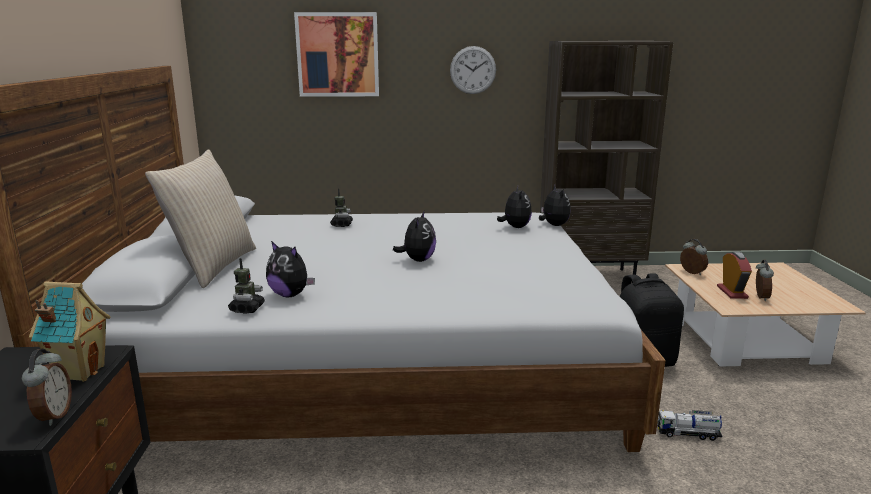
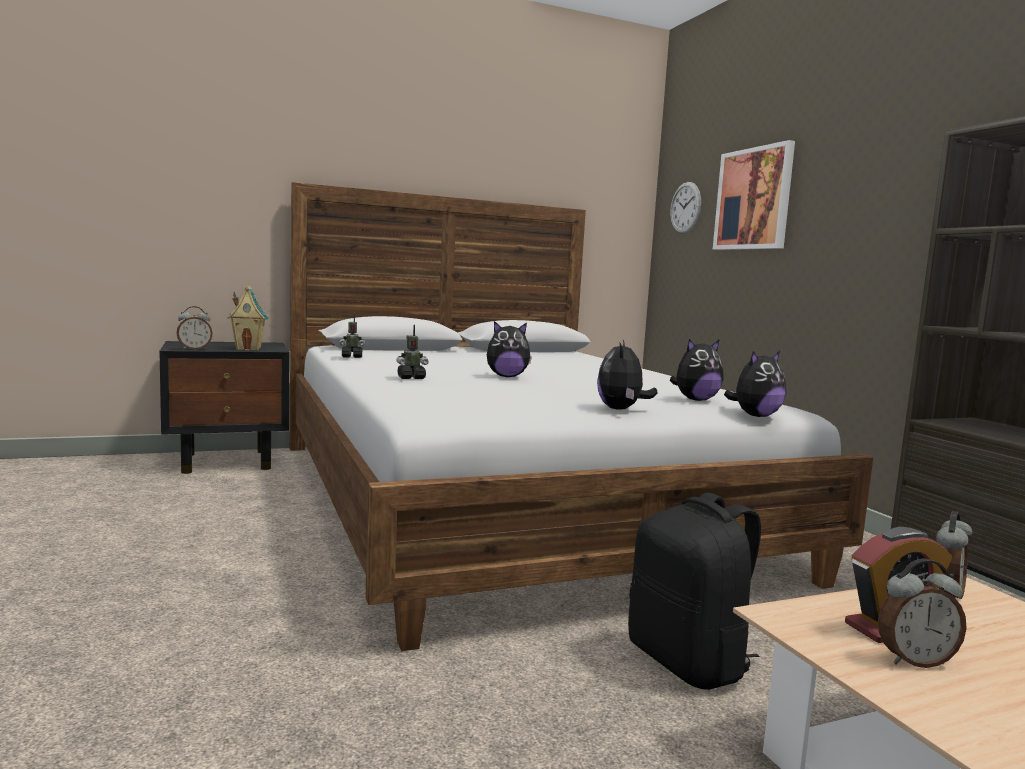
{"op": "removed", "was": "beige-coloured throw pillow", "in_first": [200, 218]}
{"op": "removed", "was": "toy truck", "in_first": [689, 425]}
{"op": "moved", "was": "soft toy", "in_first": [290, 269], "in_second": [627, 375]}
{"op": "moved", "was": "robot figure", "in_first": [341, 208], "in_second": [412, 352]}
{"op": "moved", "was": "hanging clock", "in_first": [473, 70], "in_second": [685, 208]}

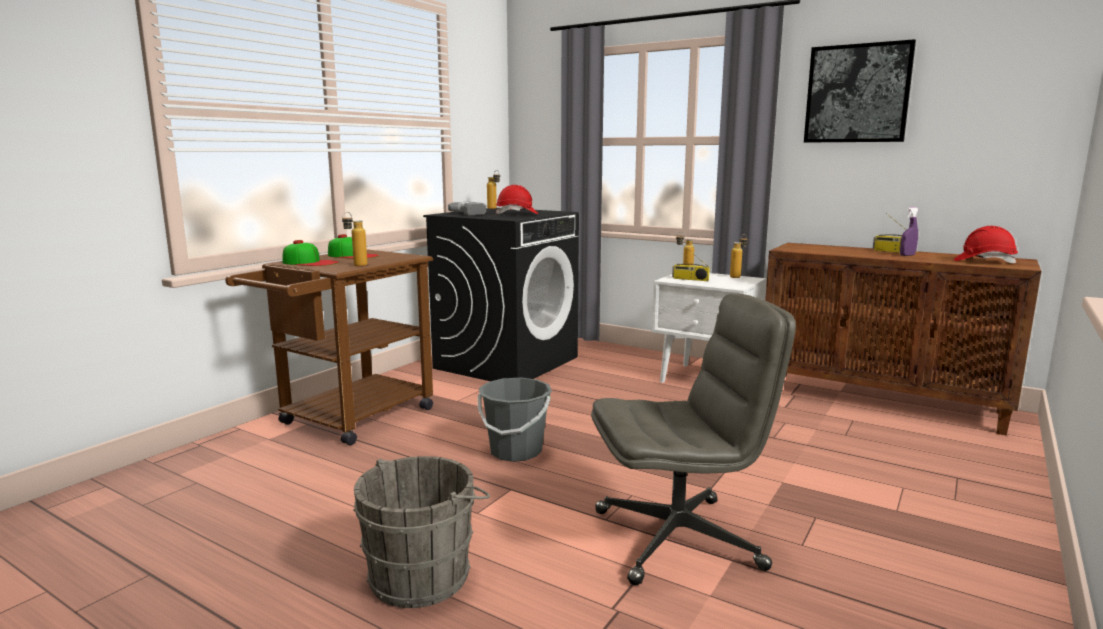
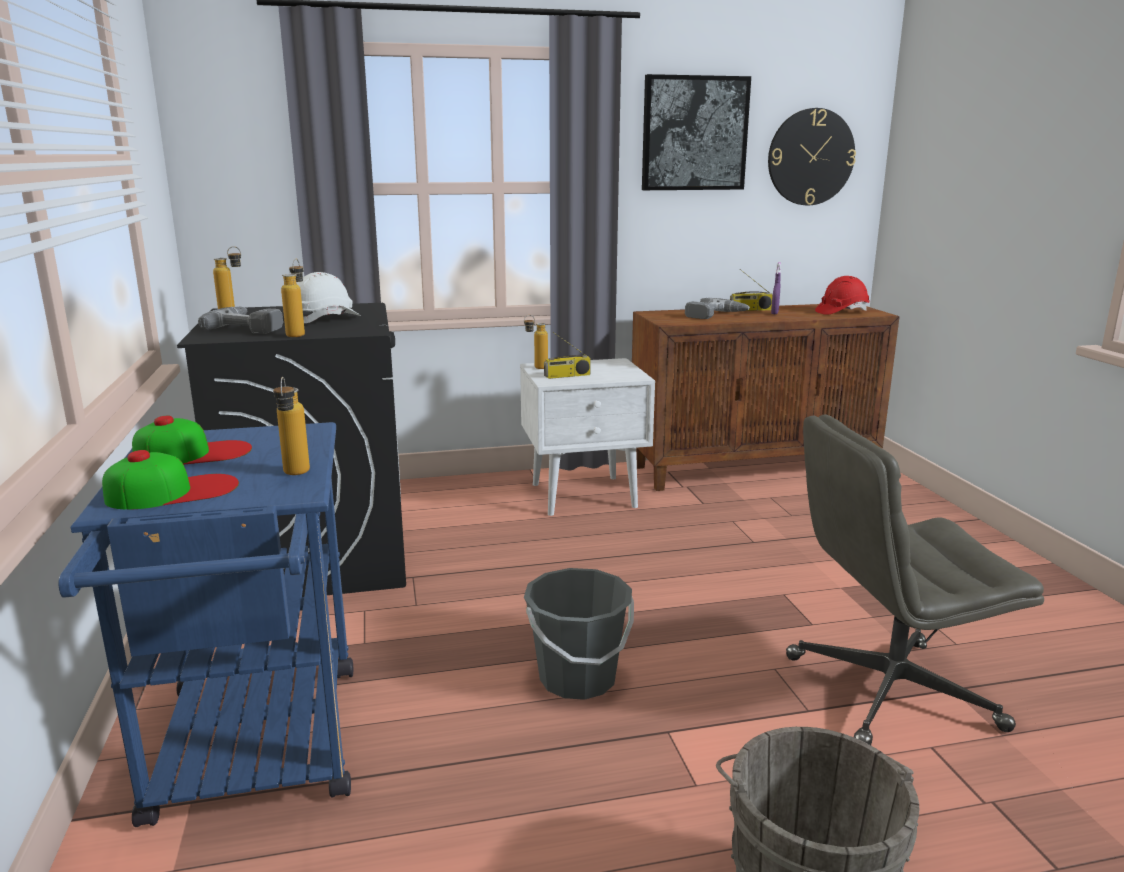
{"op": "added", "now": "electric drill", "in_second": [717, 308]}
{"op": "added", "now": "hanging clock", "in_second": [812, 156]}
{"op": "moved", "was": "beverage bottle", "in_first": [739, 256], "in_second": [293, 298]}
{"op": "recoloured", "was": "brown cart", "now": "blue cart", "in_first": [329, 347], "in_second": [205, 624]}
{"op": "recoloured", "was": "red-coloured safety helmet", "now": "whitish safety helmet", "in_first": [517, 199], "in_second": [329, 297]}
{"op": "turned", "was": "gray computer chair", "in_first": [693, 439], "in_second": [915, 579], "clockwise": -135}

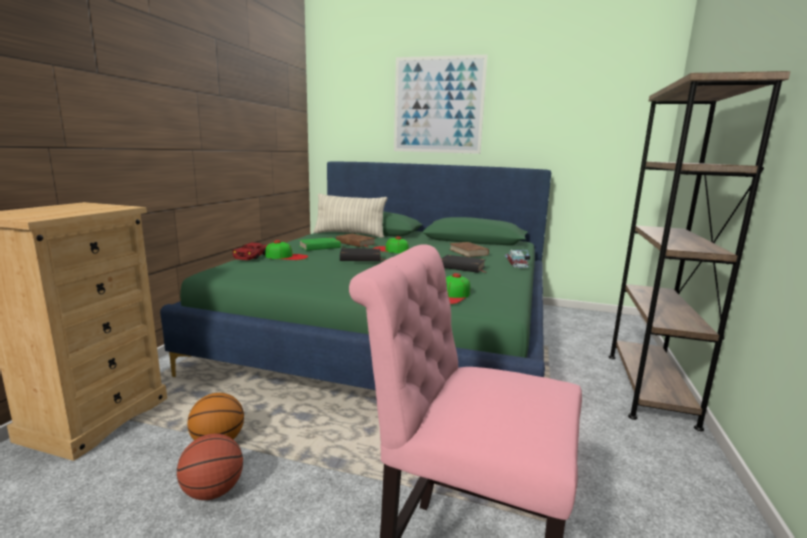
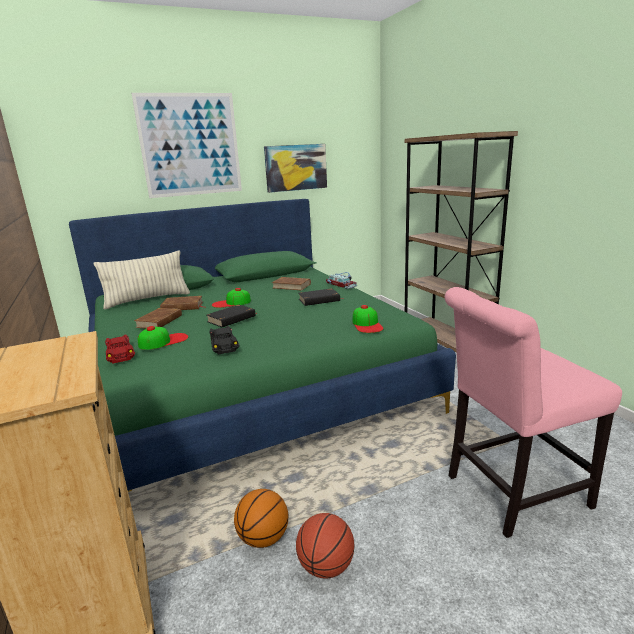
{"op": "added", "now": "black-coloured miniature car", "in_second": [225, 340]}
{"op": "added", "now": "wall art", "in_second": [295, 168]}
{"op": "recoloured", "was": "green book", "now": "brown book", "in_first": [322, 244], "in_second": [158, 318]}

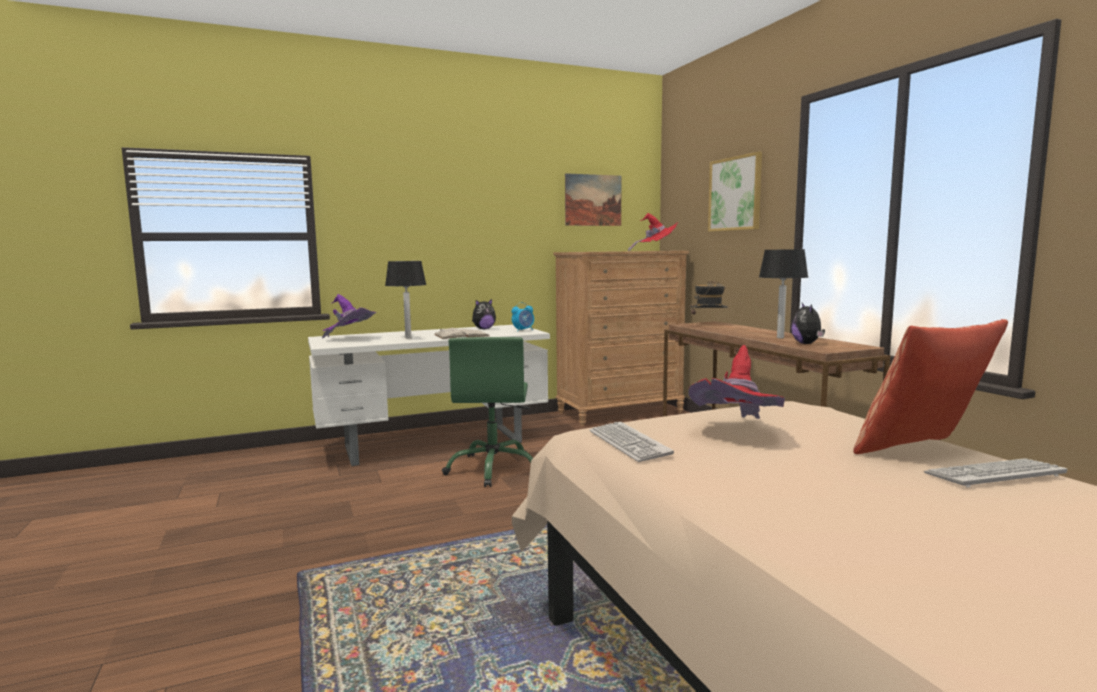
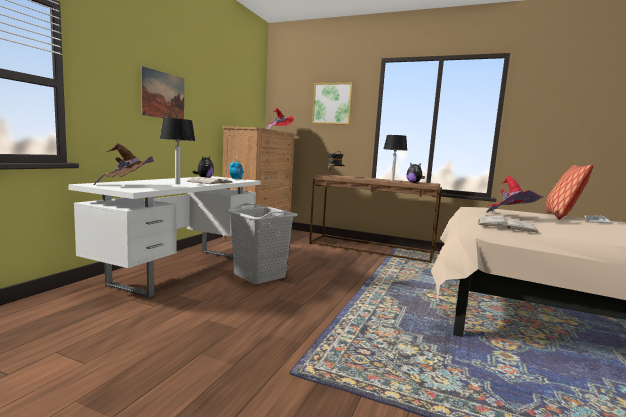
{"op": "moved", "was": "wall art", "in_first": [593, 199], "in_second": [162, 92]}
{"op": "replaced", "was": "green computer chair", "now": "gray washing basket", "in_first": [487, 412], "in_second": [261, 244]}
{"op": "replaced", "was": "PC keyboard", "now": "whitish book", "in_first": [632, 442], "in_second": [508, 223]}
{"op": "recoloured", "was": "purple hat", "now": "brown hat", "in_first": [349, 316], "in_second": [123, 164]}

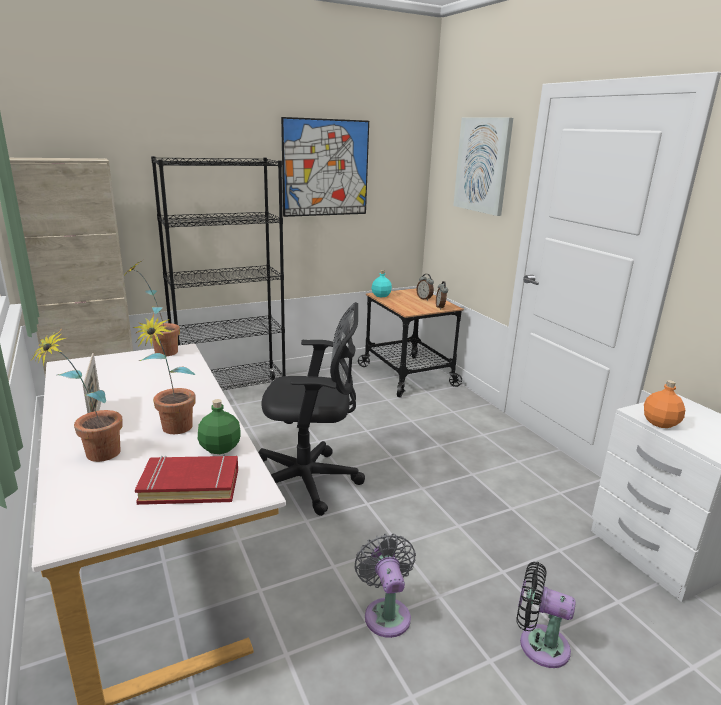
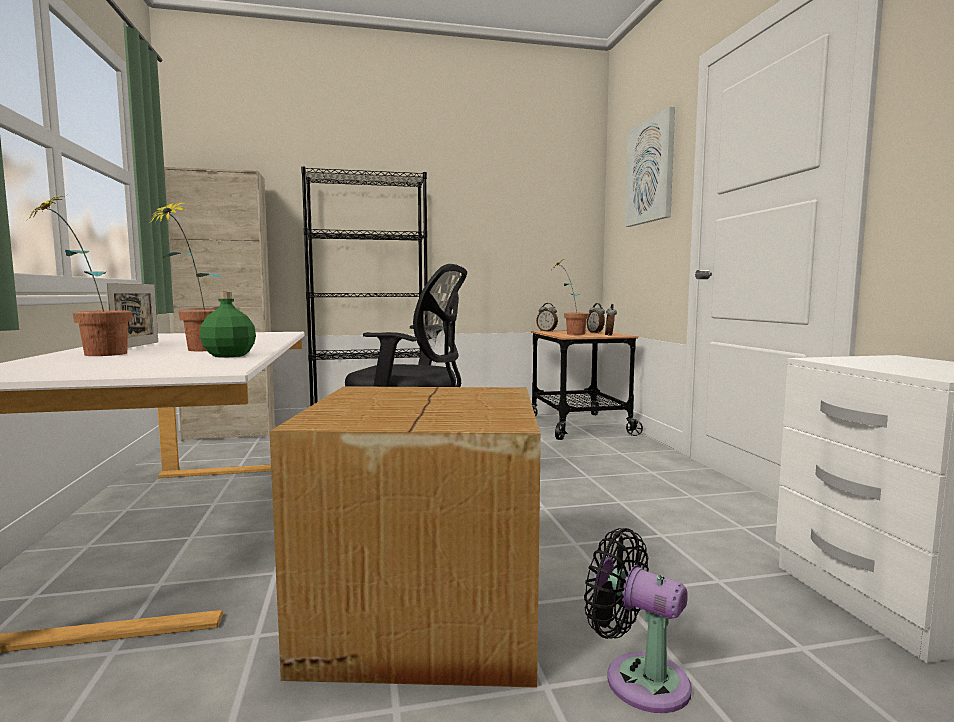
{"op": "removed", "was": "red-coloured book", "in_first": [186, 479]}
{"op": "removed", "was": "wall art", "in_first": [325, 167]}
{"op": "removed", "was": "orange-coloured beverage bottle", "in_first": [664, 404]}
{"op": "moved", "was": "houseplant", "in_first": [152, 308], "in_second": [570, 296]}
{"op": "replaced", "was": "gray fan", "now": "cardboard box", "in_first": [385, 585], "in_second": [405, 537]}
{"op": "replaced", "was": "turquoise beverage bottle", "now": "alarm clock", "in_first": [382, 283], "in_second": [547, 317]}

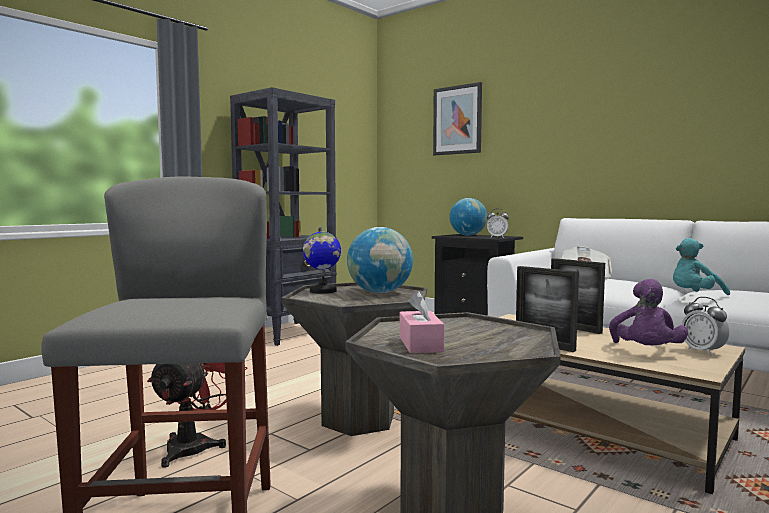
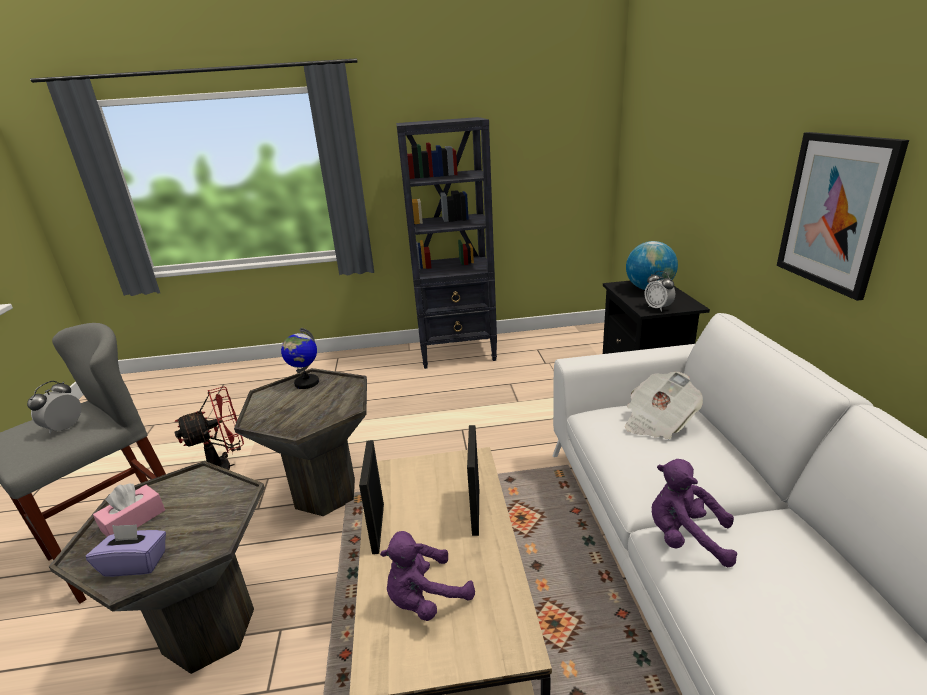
{"op": "removed", "was": "desk globe", "in_first": [380, 260]}
{"op": "added", "now": "purple tissue holder", "in_second": [126, 550]}
{"op": "moved", "was": "wall art", "in_first": [457, 118], "in_second": [843, 216]}
{"op": "moved", "was": "alarm clock", "in_first": [705, 326], "in_second": [54, 407]}
{"op": "recoloured", "was": "turquoise soft toy", "now": "purple soft toy", "in_first": [701, 266], "in_second": [694, 513]}

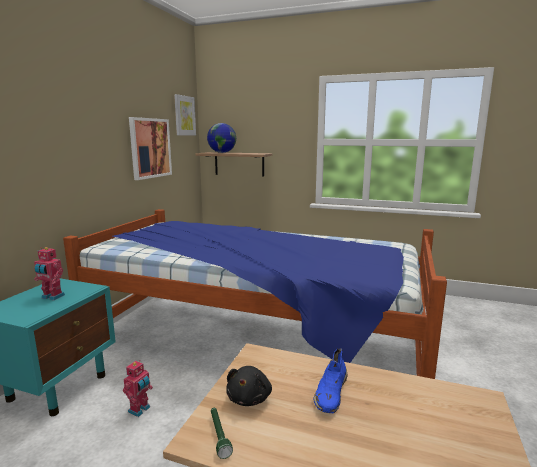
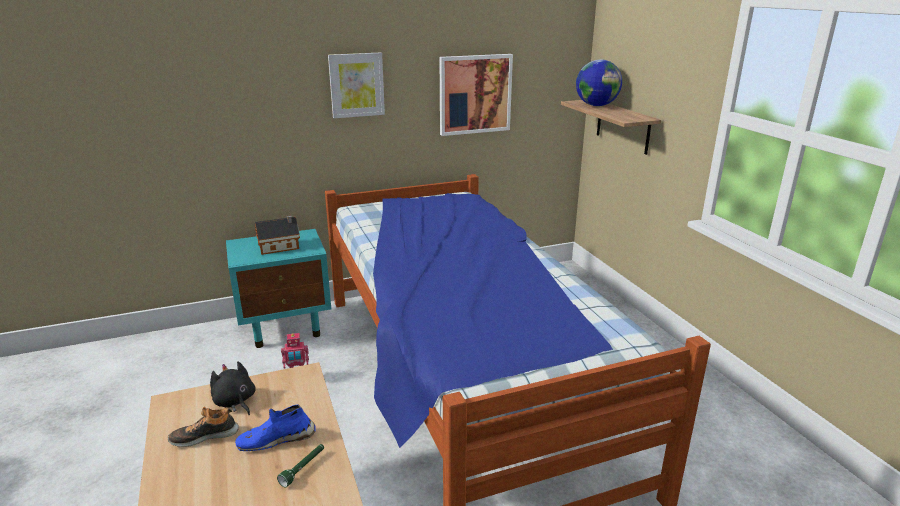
{"op": "added", "now": "low shoe", "in_second": [203, 427]}
{"op": "moved", "was": "wall art", "in_first": [185, 114], "in_second": [356, 85]}
{"op": "moved", "was": "green hand torch", "in_first": [222, 433], "in_second": [300, 465]}
{"op": "replaced", "was": "robot figure", "now": "toy house", "in_first": [49, 273], "in_second": [277, 235]}
{"op": "turned", "was": "black-coloured soft toy", "in_first": [249, 386], "in_second": [232, 388], "clockwise": 75}

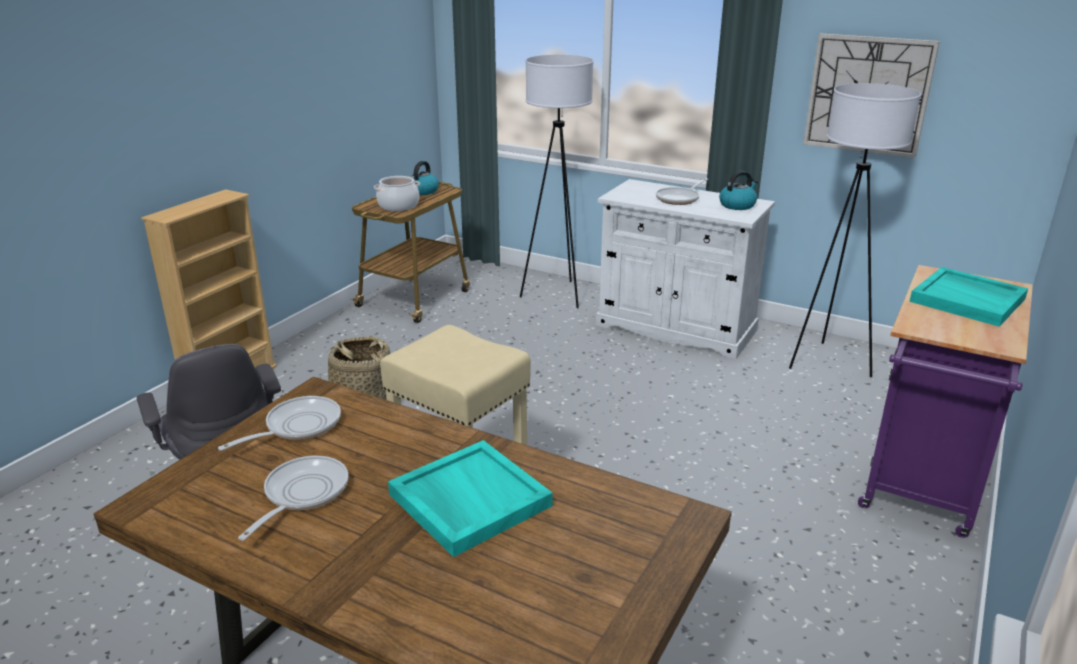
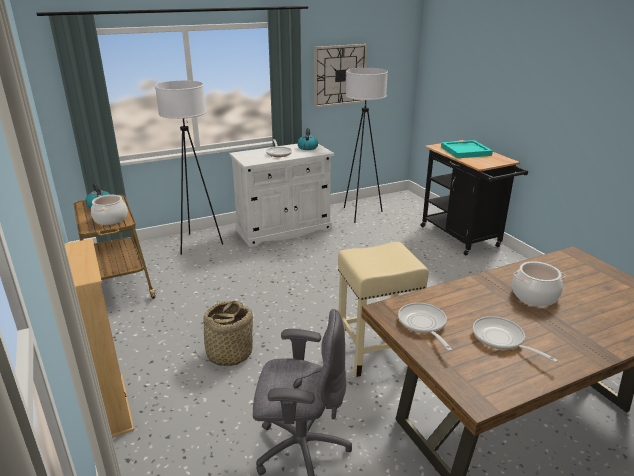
{"op": "replaced", "was": "turquoise carrying tray", "now": "saucepot", "in_first": [470, 498], "in_second": [538, 283]}
{"op": "recoloured", "was": "purple cart", "now": "black-coloured cart", "in_first": [945, 401], "in_second": [474, 198]}

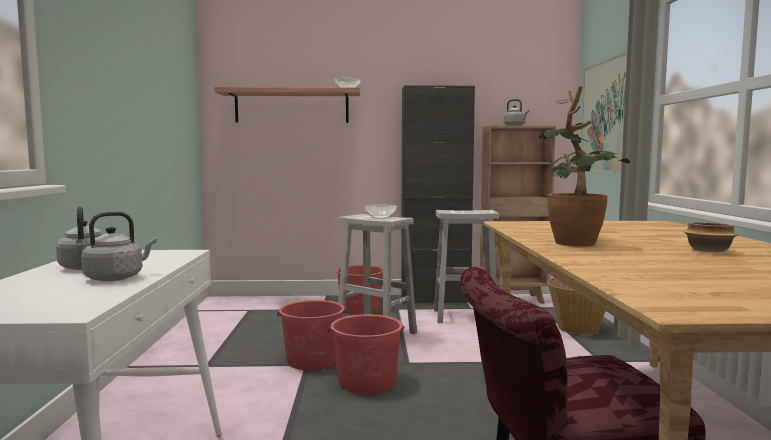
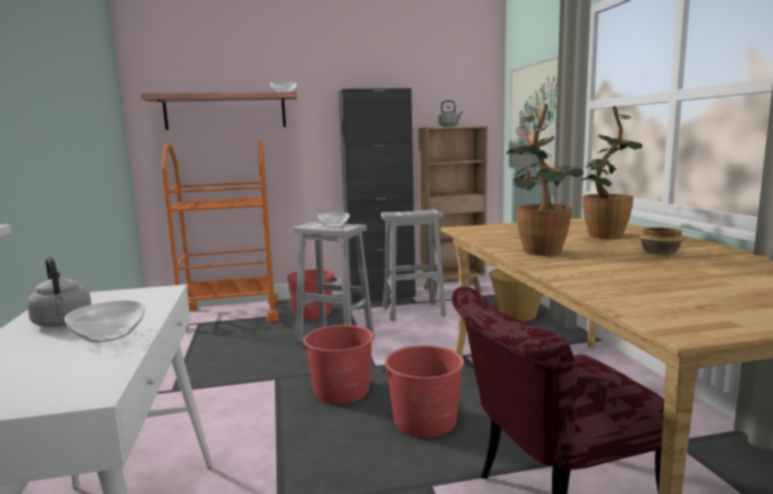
{"op": "added", "now": "orange-coloured cart", "in_second": [220, 235]}
{"op": "added", "now": "houseplant", "in_second": [612, 172]}
{"op": "moved", "was": "red-coloured bucket", "in_first": [312, 335], "in_second": [422, 391]}
{"op": "replaced", "was": "gray kettle", "now": "deep dish", "in_first": [119, 246], "in_second": [105, 321]}

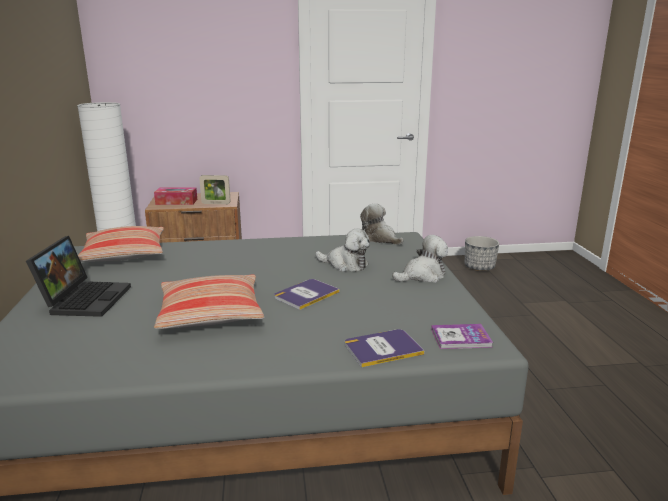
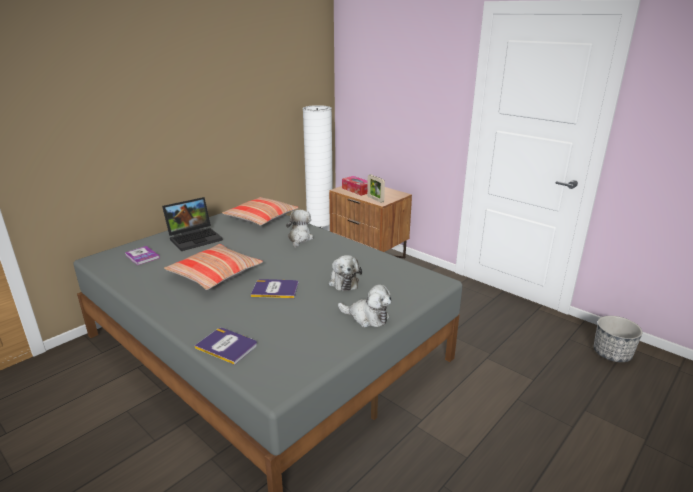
{"op": "moved", "was": "soft toy", "in_first": [382, 224], "in_second": [299, 229]}
{"op": "moved", "was": "book", "in_first": [462, 336], "in_second": [142, 255]}

